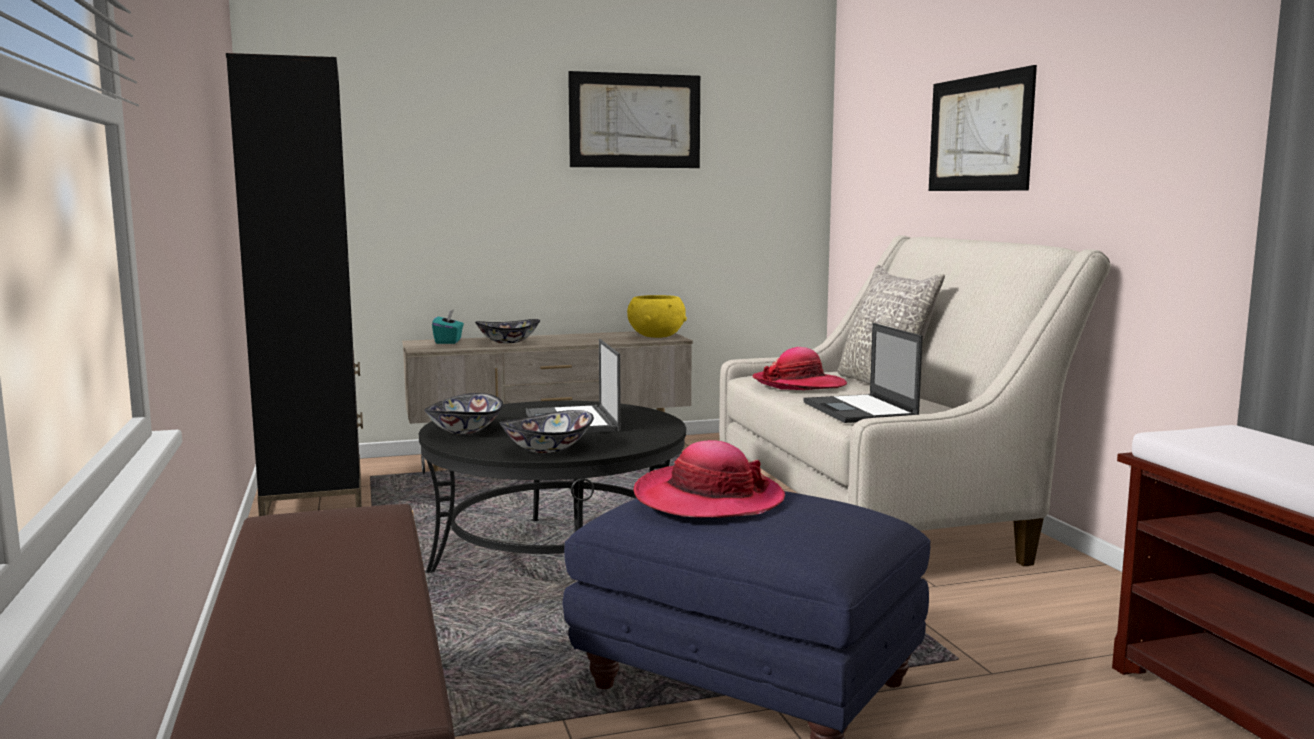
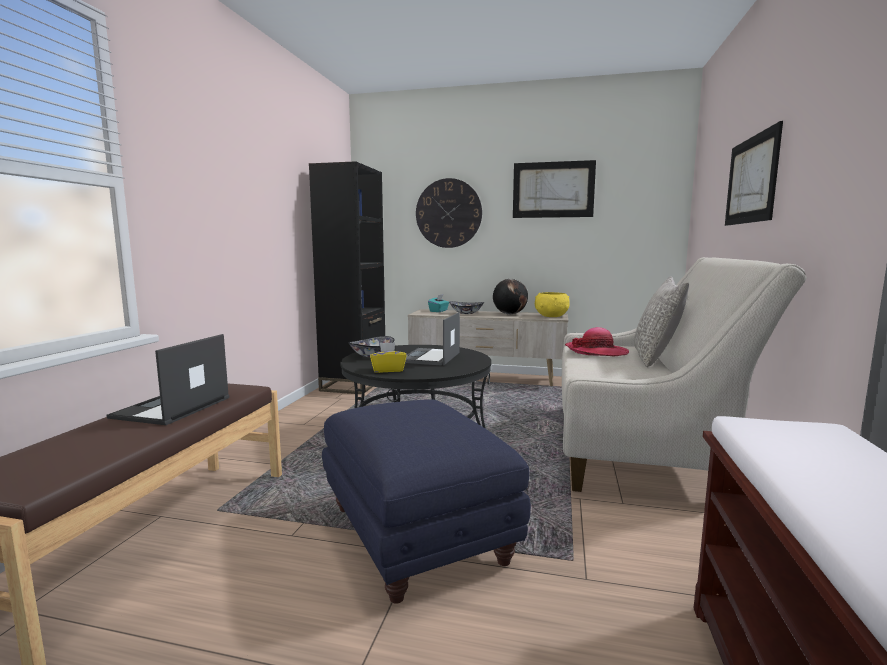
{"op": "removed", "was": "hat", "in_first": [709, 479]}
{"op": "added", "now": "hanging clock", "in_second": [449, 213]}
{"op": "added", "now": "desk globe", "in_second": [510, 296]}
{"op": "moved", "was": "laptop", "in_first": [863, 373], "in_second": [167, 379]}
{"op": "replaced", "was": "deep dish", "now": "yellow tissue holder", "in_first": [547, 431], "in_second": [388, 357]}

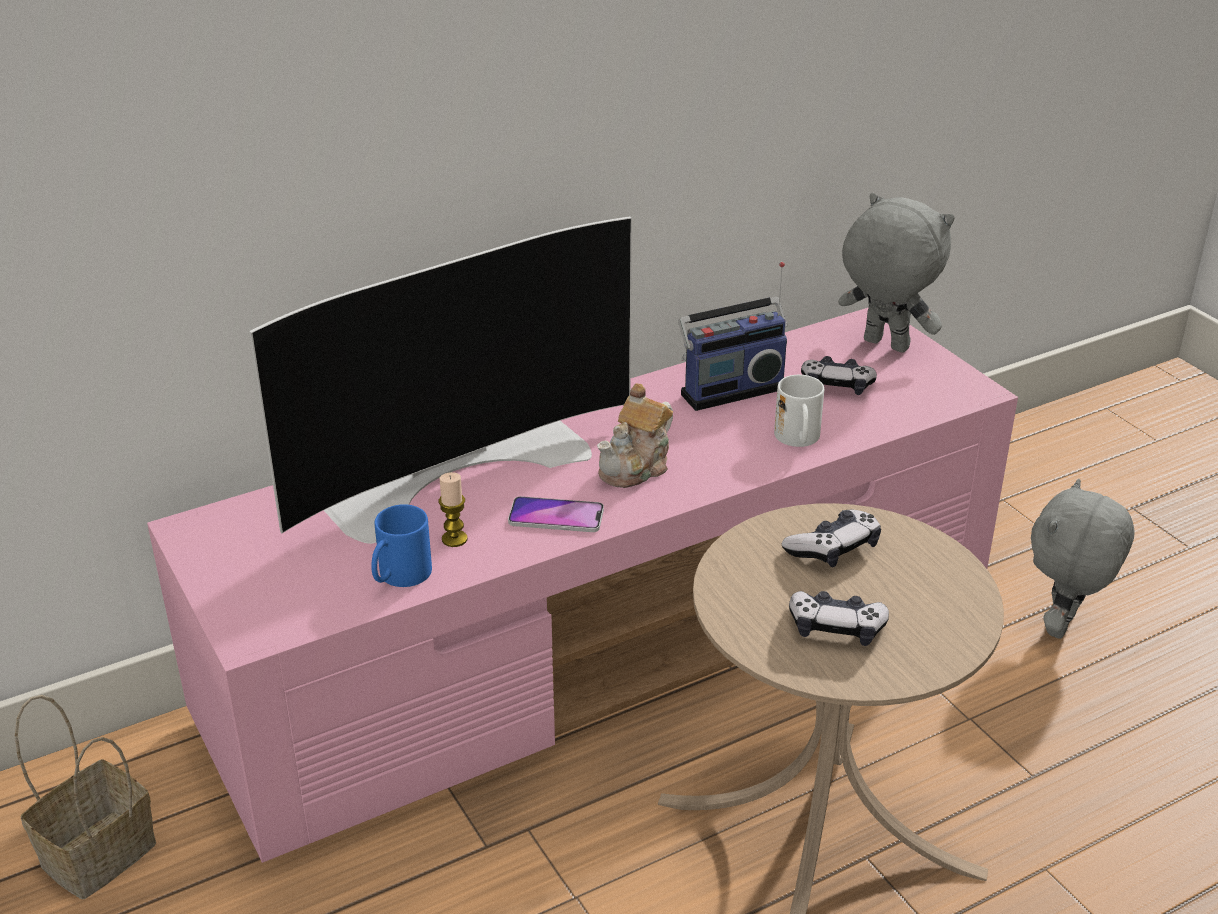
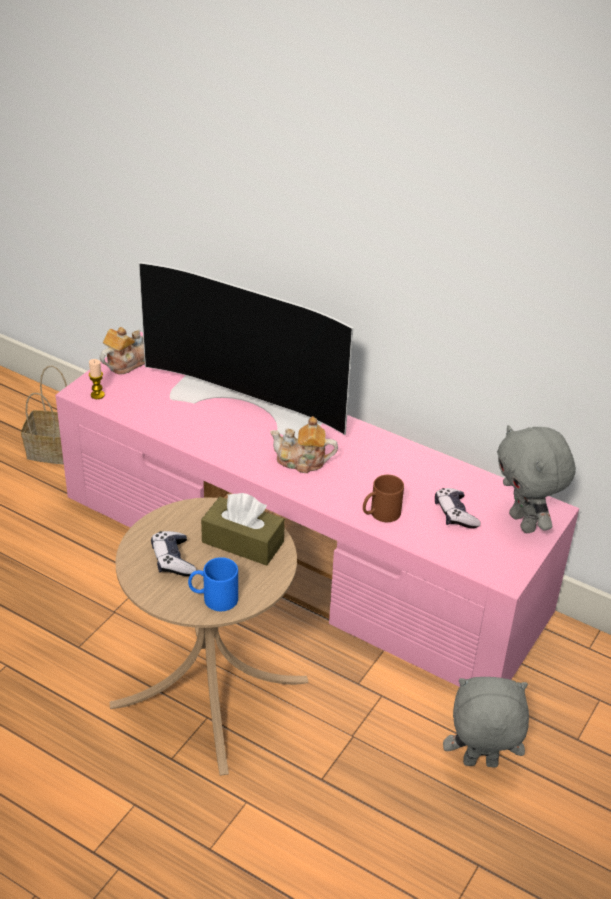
{"op": "removed", "was": "handset", "in_first": [556, 514]}
{"op": "removed", "was": "radio", "in_first": [733, 336]}
{"op": "added", "now": "pot for tea", "in_second": [122, 350]}
{"op": "moved", "was": "blue tea mug", "in_first": [401, 545], "in_second": [213, 584]}
{"op": "moved", "was": "wax light", "in_first": [453, 509], "in_second": [97, 379]}
{"op": "replaced", "was": "joypad", "now": "brown tissue holder", "in_first": [831, 538], "in_second": [243, 529]}
{"op": "recoloured", "was": "whitish tea mug", "now": "brown tea mug", "in_first": [799, 411], "in_second": [383, 498]}
{"op": "turned", "was": "gray soft toy", "in_first": [896, 273], "in_second": [536, 479], "clockwise": 150}

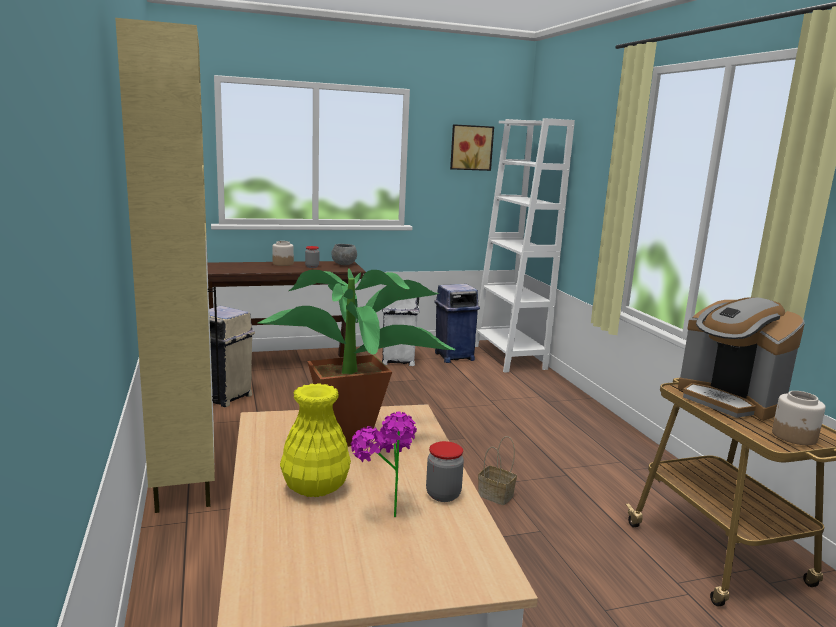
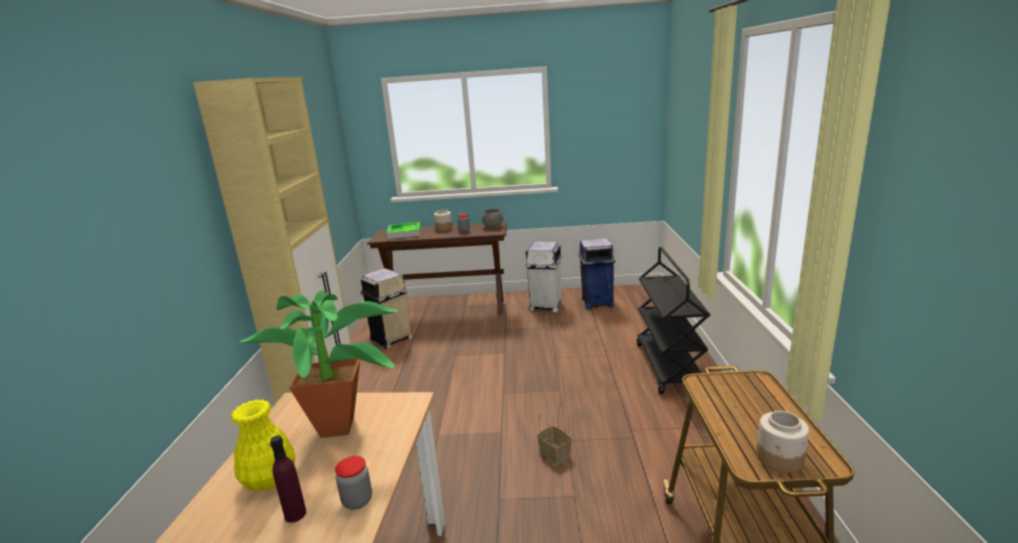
{"op": "removed", "was": "wall art", "in_first": [472, 147]}
{"op": "removed", "was": "whitish shelving unit", "in_first": [525, 245]}
{"op": "removed", "was": "coffee brewer", "in_first": [741, 359]}
{"op": "added", "now": "carrying tray", "in_second": [403, 230]}
{"op": "added", "now": "black-coloured cart", "in_second": [673, 320]}
{"op": "replaced", "was": "houseplant", "now": "purple beverage bottle", "in_first": [384, 464], "in_second": [288, 479]}

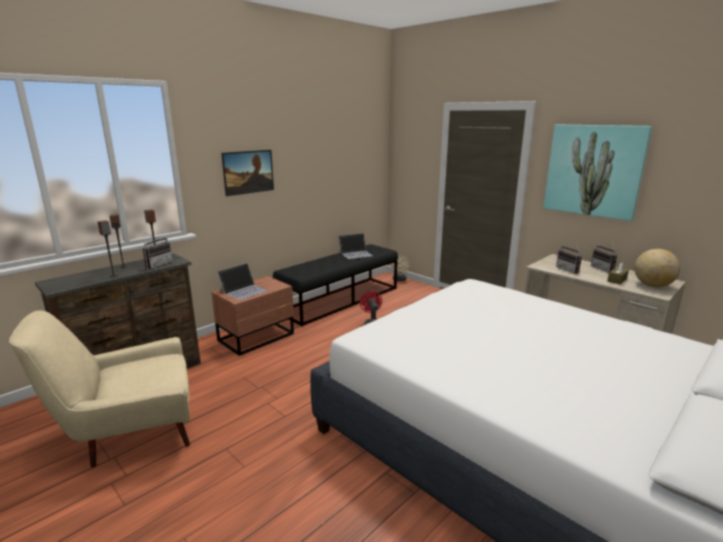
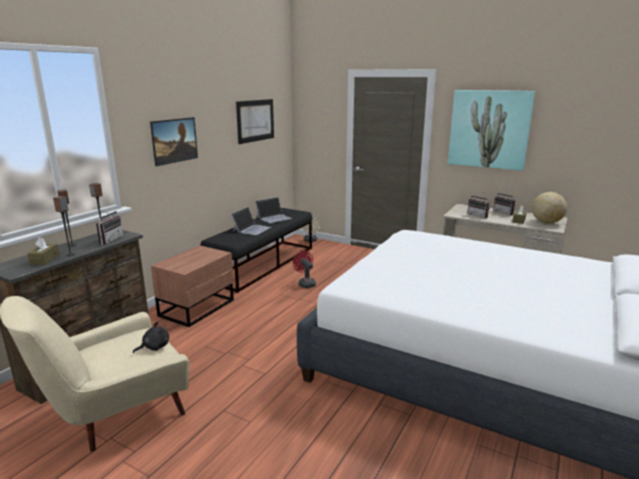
{"op": "added", "now": "brown tissue holder", "in_second": [43, 251]}
{"op": "added", "now": "black-coloured soft toy", "in_second": [151, 337]}
{"op": "added", "now": "wall art", "in_second": [255, 121]}
{"op": "moved", "was": "laptop", "in_first": [243, 281], "in_second": [251, 221]}

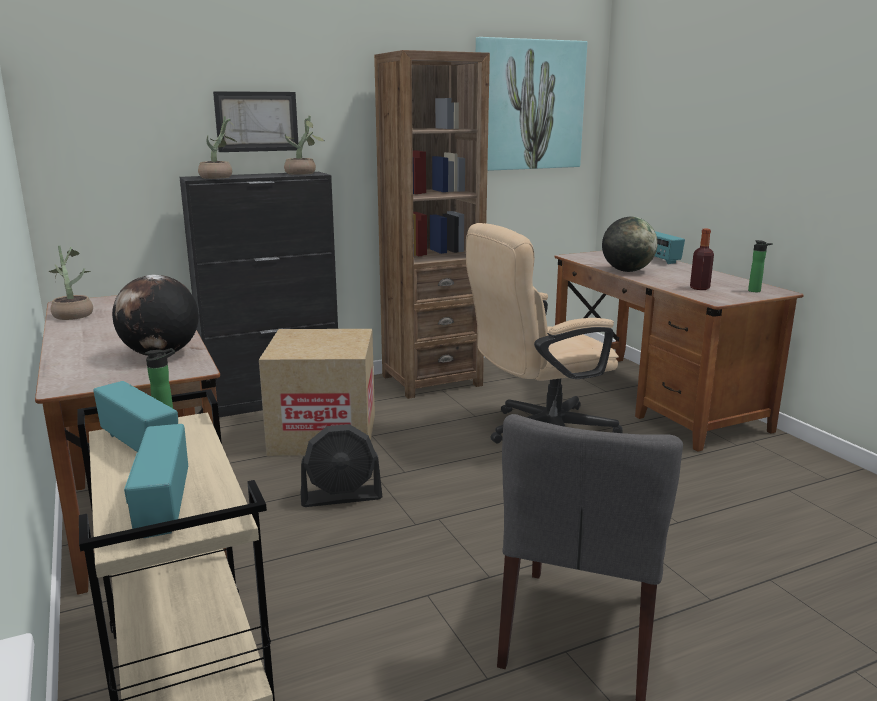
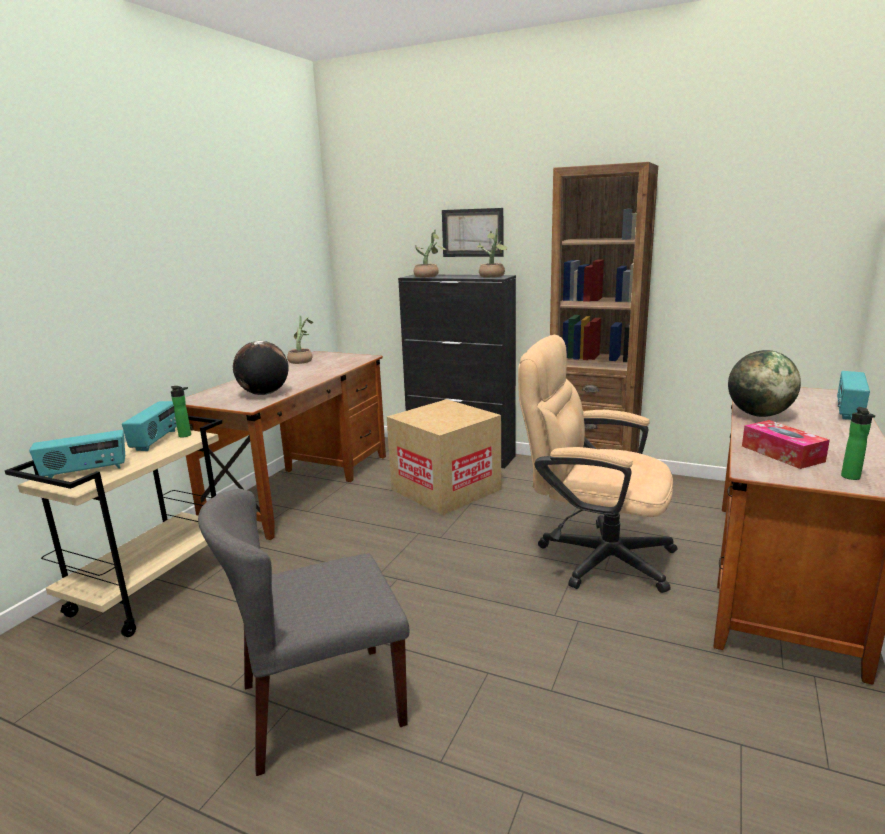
{"op": "removed", "was": "black-coloured fan", "in_first": [341, 465]}
{"op": "removed", "was": "wall art", "in_first": [531, 104]}
{"op": "replaced", "was": "beverage bottle", "now": "tissue holder", "in_first": [702, 259], "in_second": [786, 444]}
{"op": "turned", "was": "radio", "in_first": [156, 481], "in_second": [77, 454], "clockwise": -150}

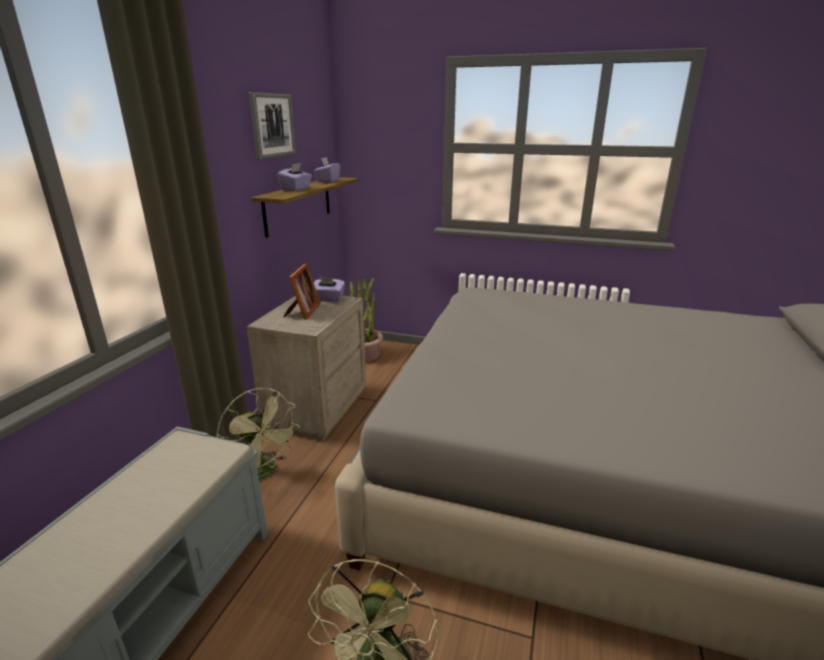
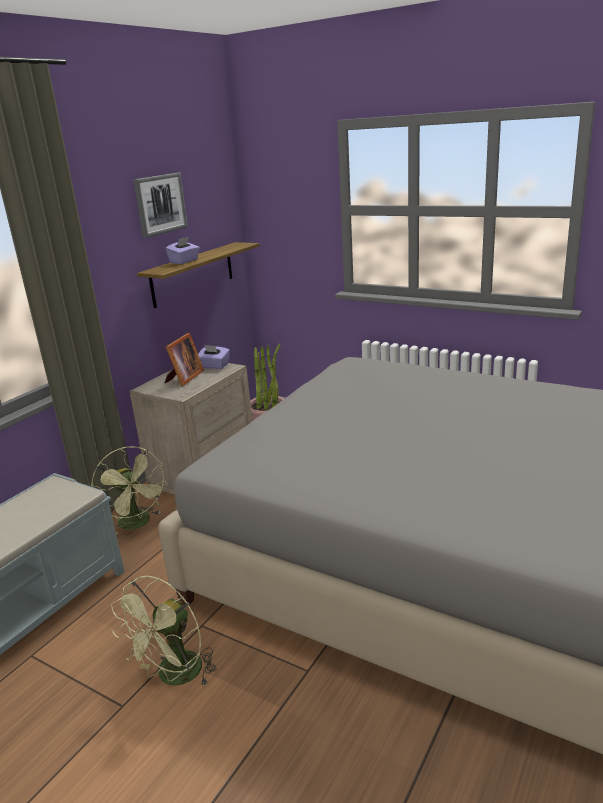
{"op": "removed", "was": "purple tissue holder", "in_first": [327, 169]}

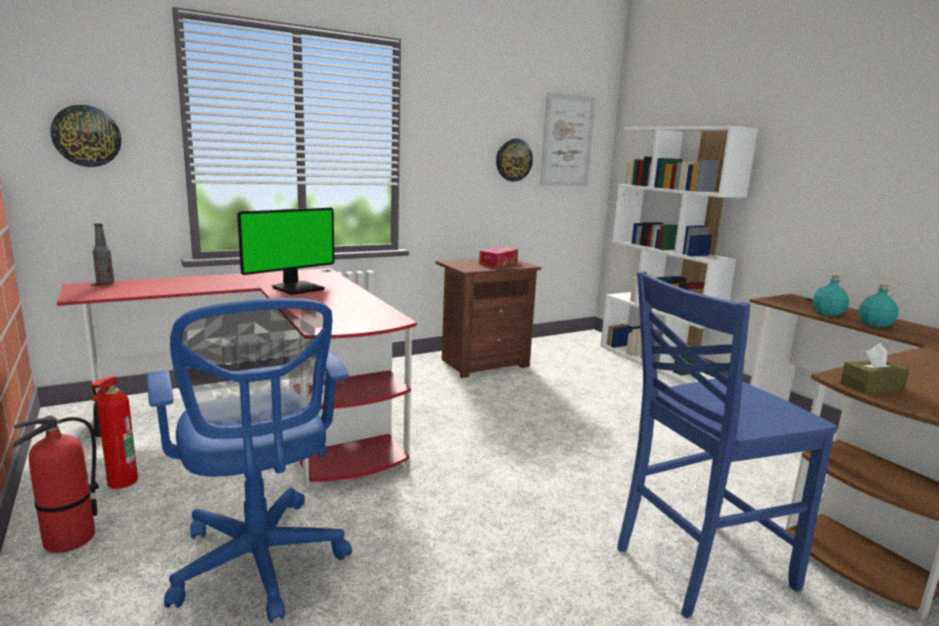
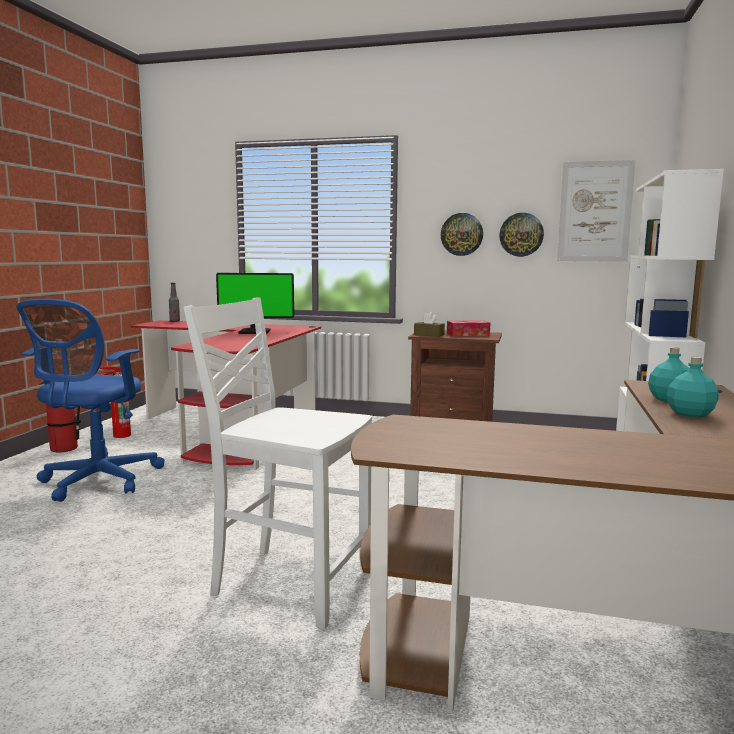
{"op": "moved", "was": "hanging clock", "in_first": [86, 136], "in_second": [462, 234]}
{"op": "moved", "was": "brown tissue holder", "in_first": [875, 368], "in_second": [429, 324]}
{"op": "recoloured", "was": "blue upright chair", "now": "whitish upright chair", "in_first": [727, 444], "in_second": [277, 463]}

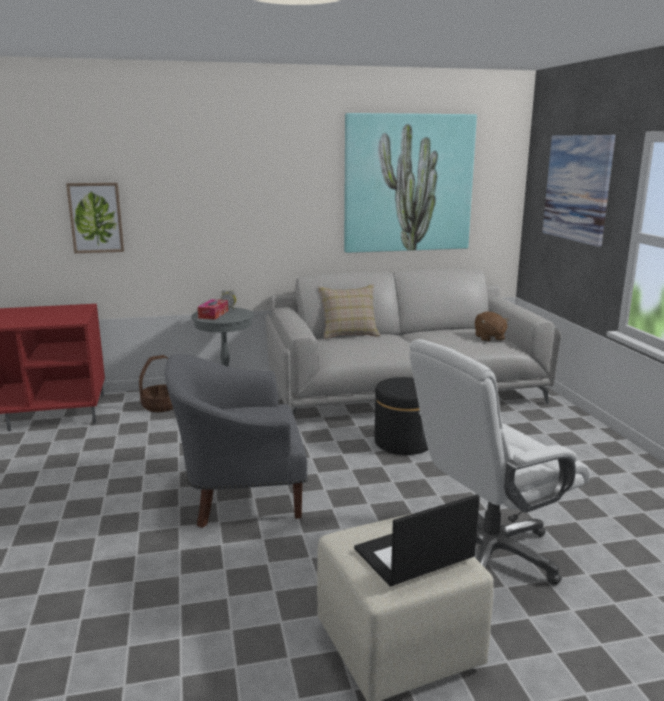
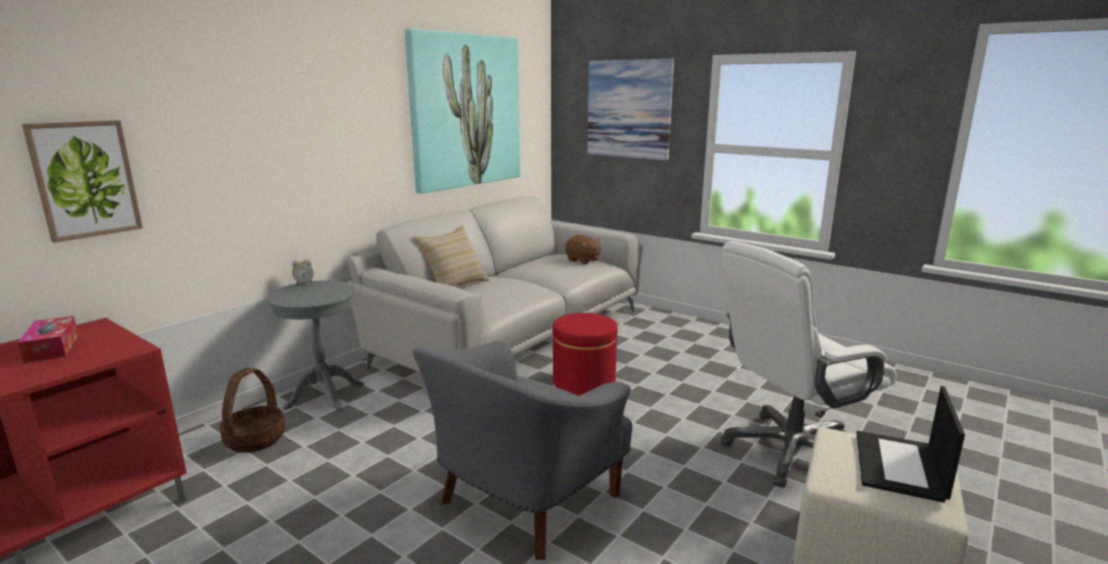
{"op": "moved", "was": "tissue holder", "in_first": [213, 309], "in_second": [48, 339]}
{"op": "recoloured", "was": "black-coloured ottoman", "now": "red-coloured ottoman", "in_first": [401, 416], "in_second": [585, 354]}
{"op": "turned", "was": "whitish computer chair", "in_first": [499, 462], "in_second": [809, 364], "clockwise": 45}

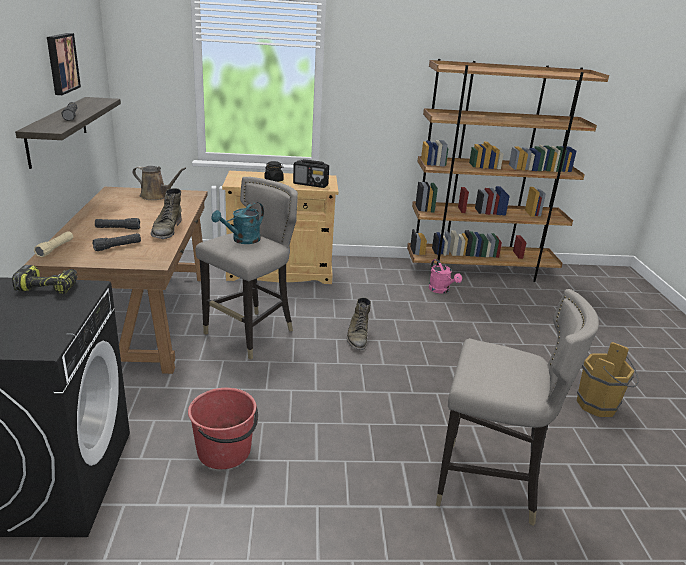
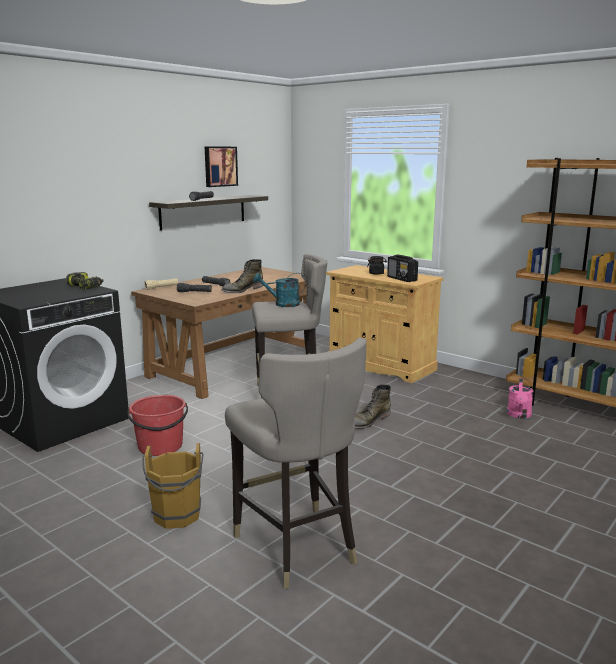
{"op": "removed", "was": "brown watering can", "in_first": [159, 183]}
{"op": "moved", "was": "brown bucket", "in_first": [608, 379], "in_second": [172, 486]}

